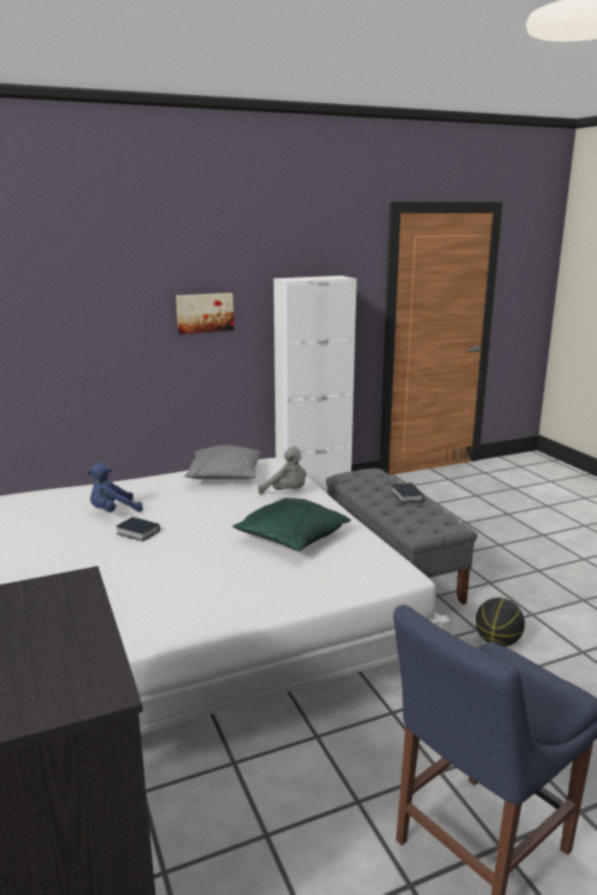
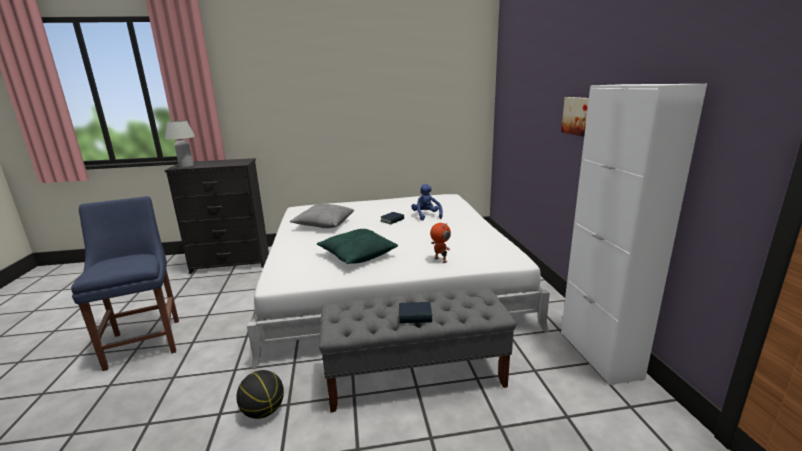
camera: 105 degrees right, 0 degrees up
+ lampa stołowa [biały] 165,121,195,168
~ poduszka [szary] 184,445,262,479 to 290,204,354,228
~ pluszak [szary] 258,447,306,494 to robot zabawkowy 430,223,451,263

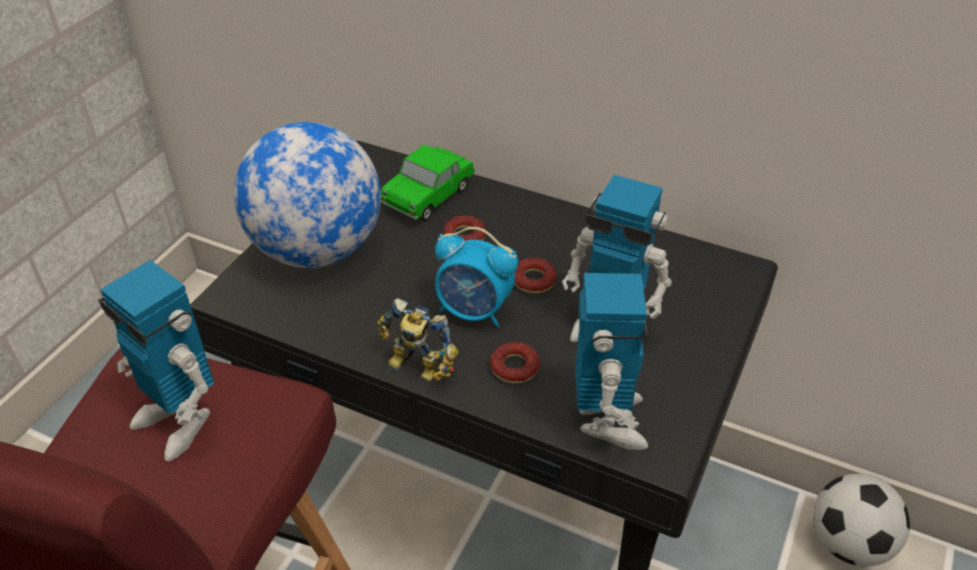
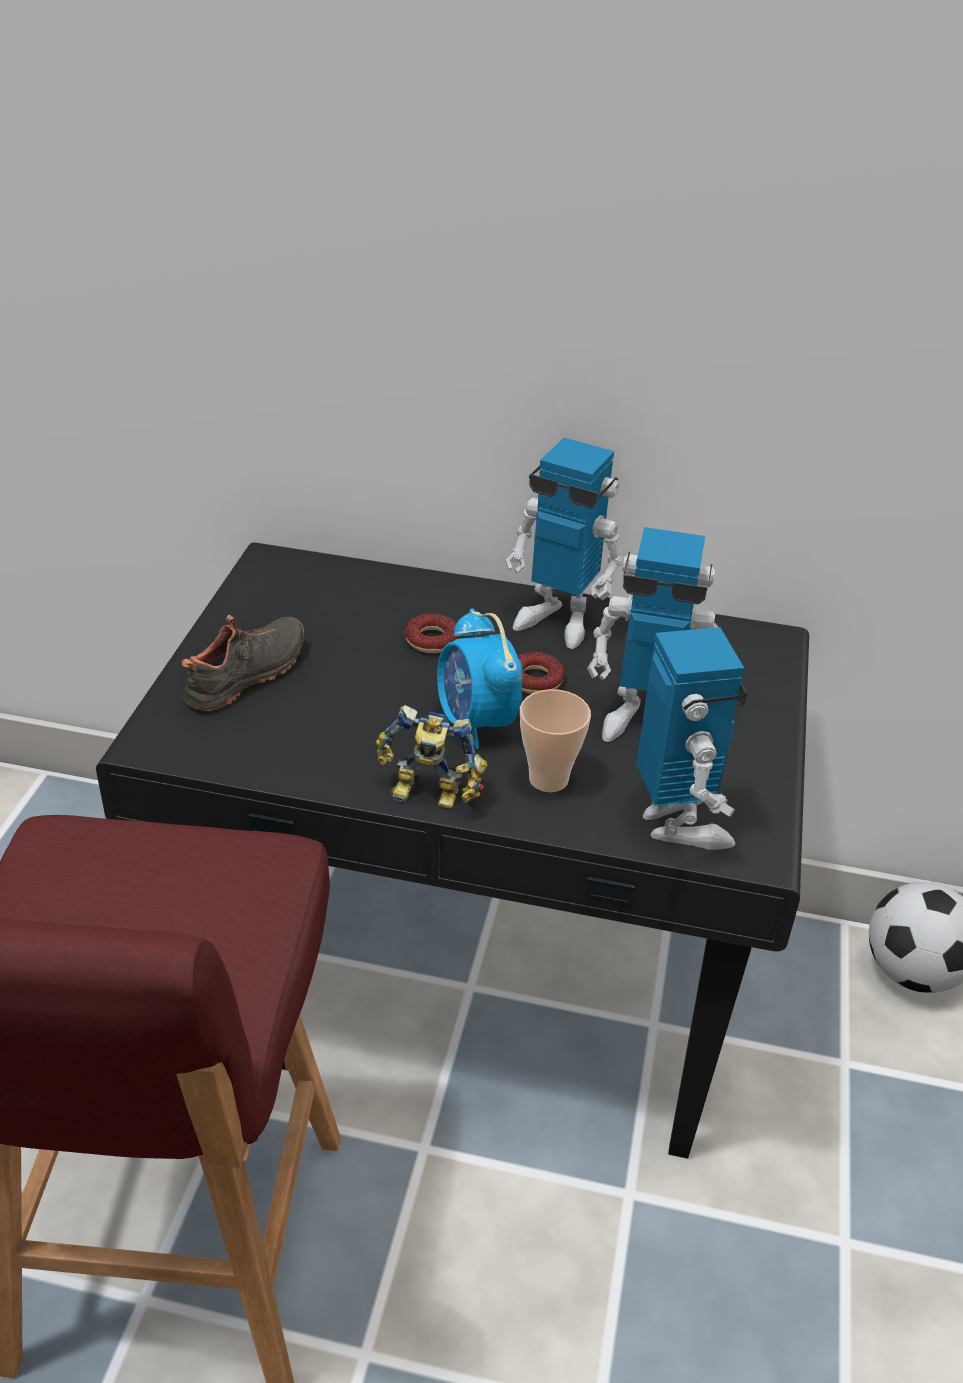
camera: 15 degrees left, 5 degrees down
- samochodzik 381,145,475,221
~ robot zabawkowy 98,260,214,461 to 505,438,624,649
~ globus 234,122,381,268 to but [czarny] 181,615,304,711
~ donut 490,342,540,384 to filiżanka 520,689,591,792
~ budzik 435,227,518,327 = 437,609,523,749 60 degrees clockwise

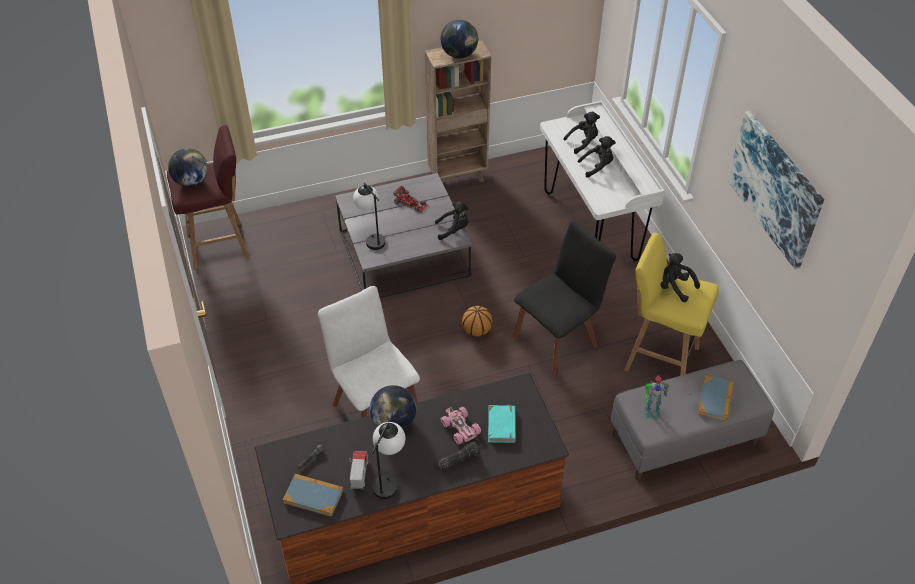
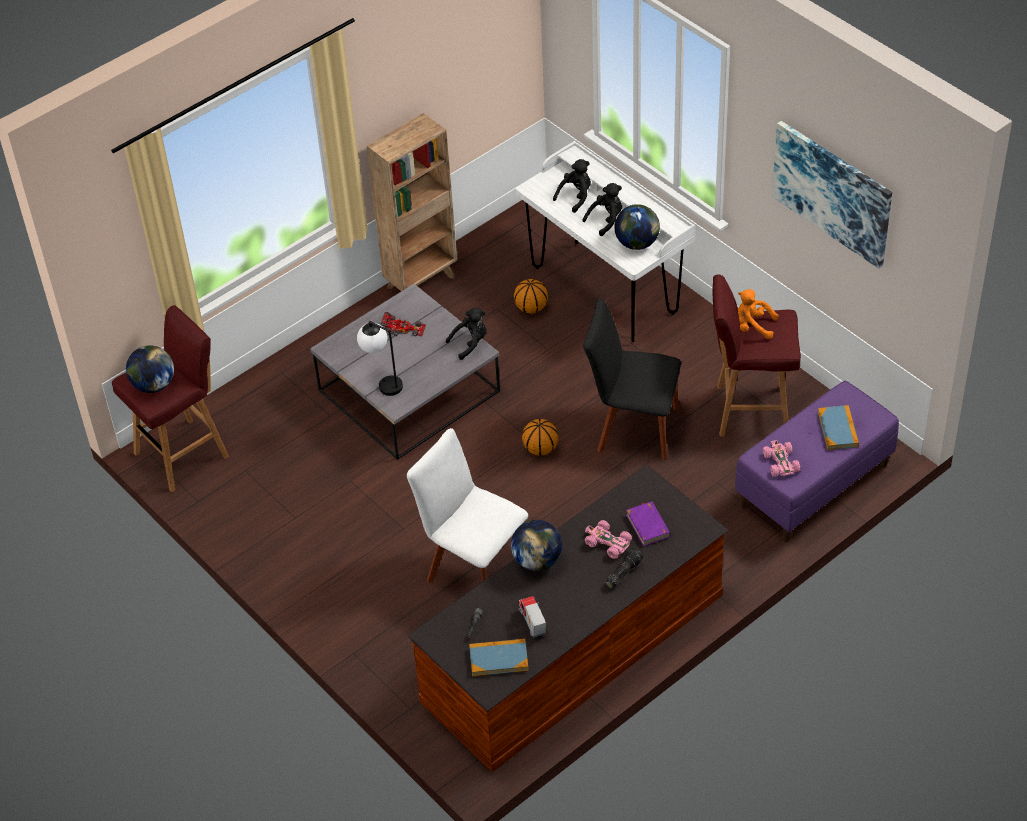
camera: 20 degrees left, 0 degrees up
- lampa stołowa 372,422,405,499
+ piłka do koszykówki 514,279,548,314
~ globus 441,20,478,58 to 614,204,660,250
~ robot zabawkowy 644,375,669,420 to samochodzik [różowy] 763,440,800,477
~ książka [turkusowy] 488,404,516,443 to książka [fioletowy] 626,501,670,546
~ ławka [szary] 611,360,774,480 to ławka [fioletowy] 735,381,899,542
~ stołek [żółty] 625,233,719,376 to stołek [czerwony] 712,274,801,436
~ pluszak [czarny] 661,253,700,302 to pluszak [pomarańczowy] 738,289,778,339
~ krzesło [czarny] 513,221,616,375 = 583,298,681,460 105 degrees counterclockwise

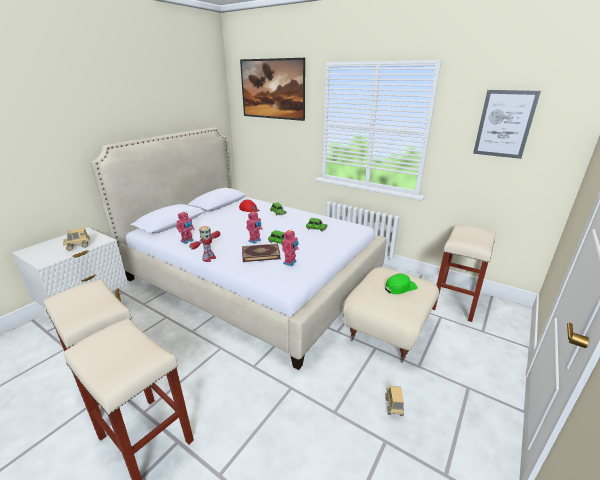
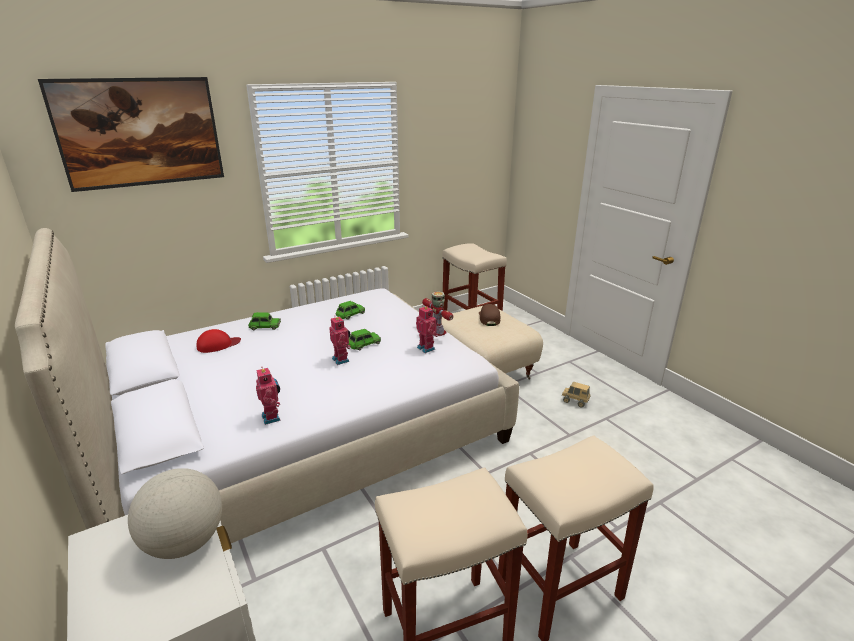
camera: 65 degrees left, 0 degrees up
- książka 242,244,281,262
- obraz 473,90,541,159
~ robot zabawkowy 189,226,220,262 to 422,291,453,336
~ ciężarówka zabawkowa 63,228,90,251 to globus 128,468,222,559
~ czapka z daszkiem [zielony] 385,274,418,294 to czapka z daszkiem [brązowy] 479,304,500,326

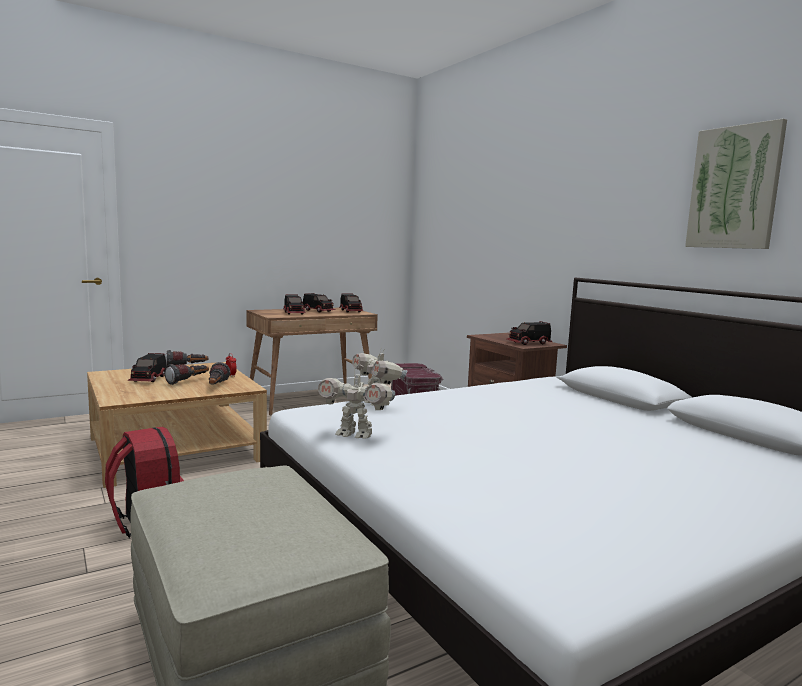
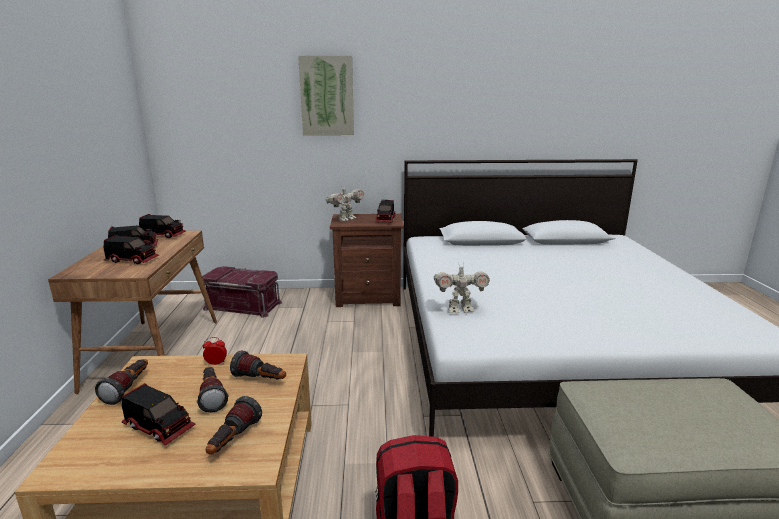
camera: 60 degrees left, 10 degrees up
+ latarka 206,396,262,455
~ robot zabawkowy 318,368,395,439 to 326,185,364,221
~ obraz 685,119,787,249 to 298,55,354,135

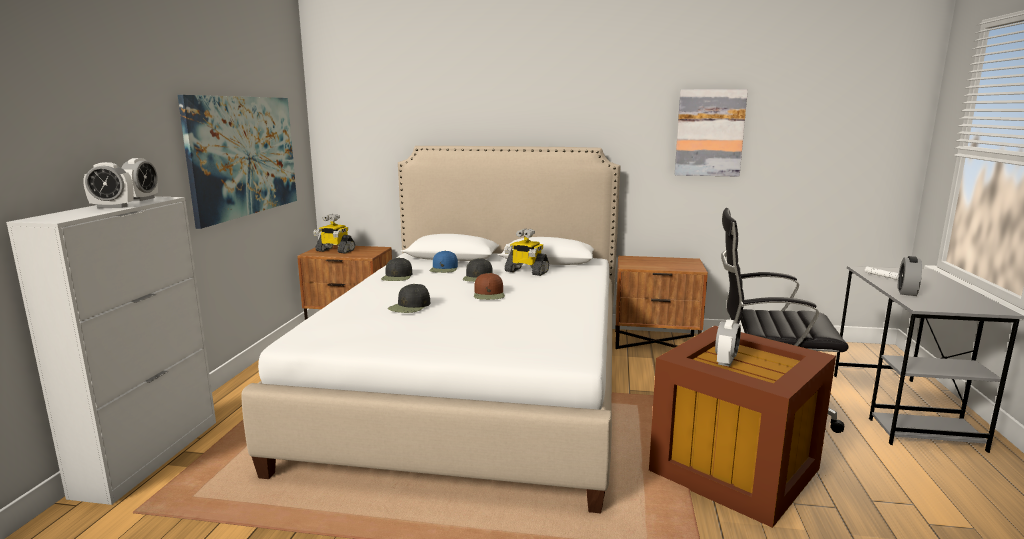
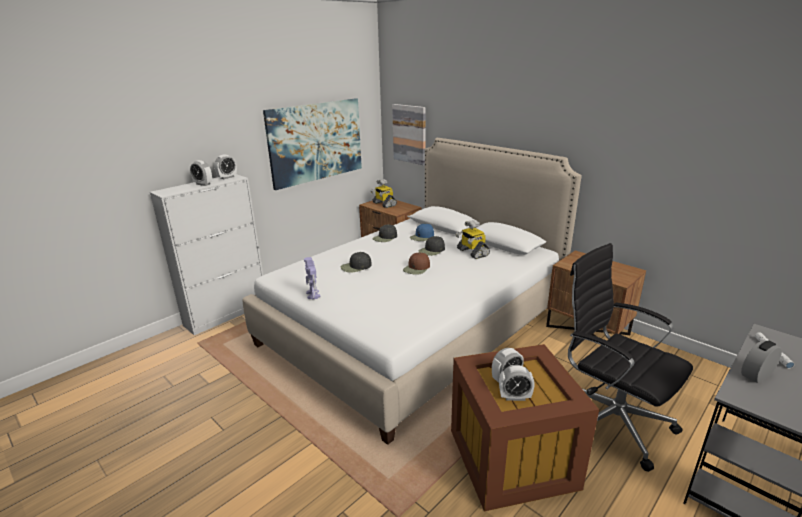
camera: 35 degrees right, 10 degrees up
+ robot zabawkowy 304,257,320,300
+ budzik 499,365,535,401
~ obraz 675,89,748,177 to 392,104,426,165

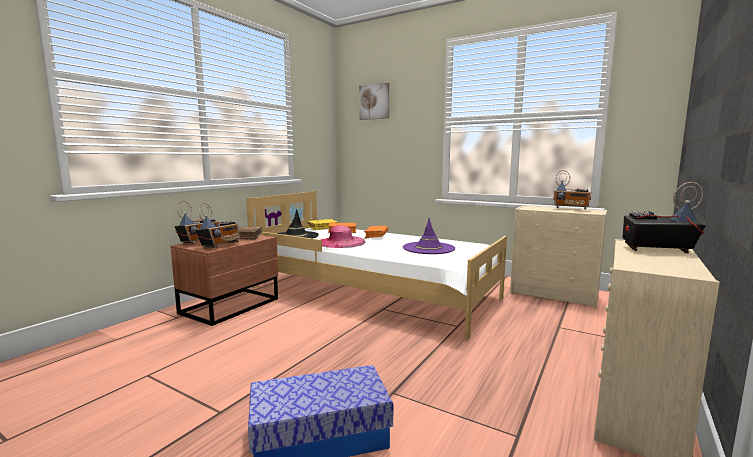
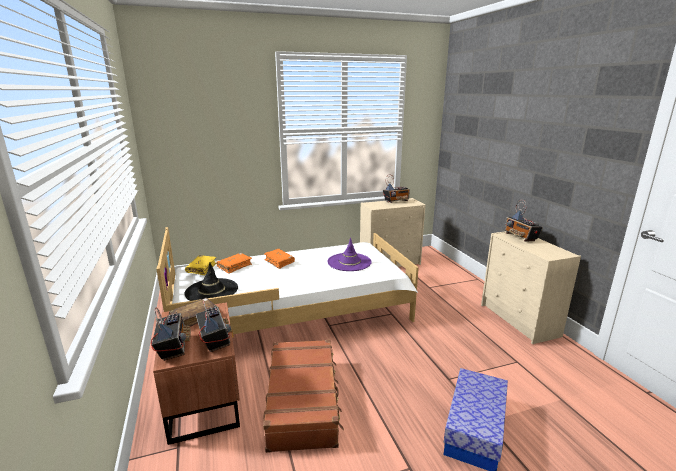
camera: 50 degrees left, 10 degrees up
- kapelusz [różowy] 320,225,365,248
- obraz 359,83,389,120
+ walizka [brązowy] 263,340,344,453
~ radio 622,182,706,253 = 505,200,543,241 75 degrees counterclockwise

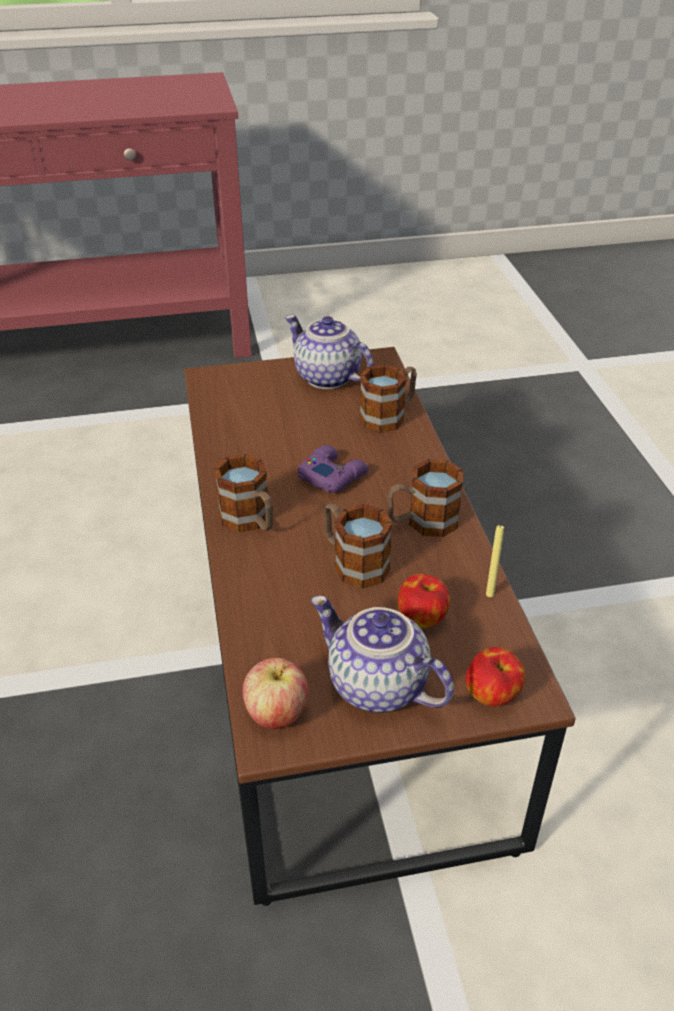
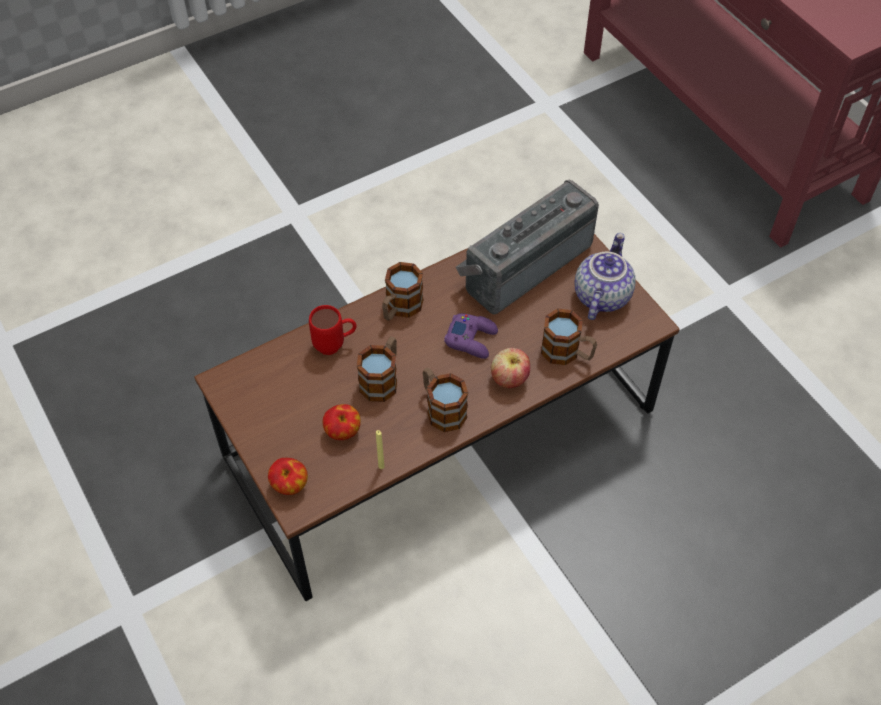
camera: 70 degrees right, 15 degrees up
- imbryk 311,596,454,713
+ kubek [czerwony] 309,305,357,355
+ radio 456,180,599,314
~ jabłko 243,657,308,729 to 491,348,530,388

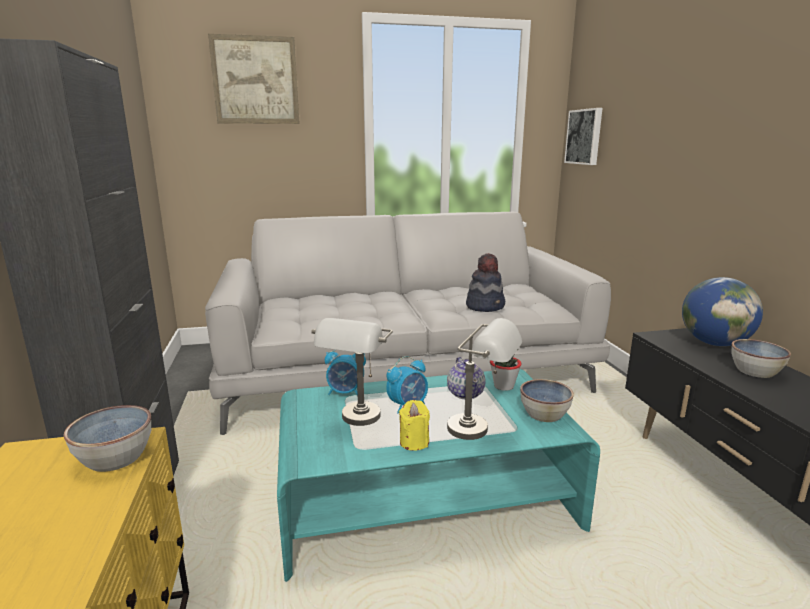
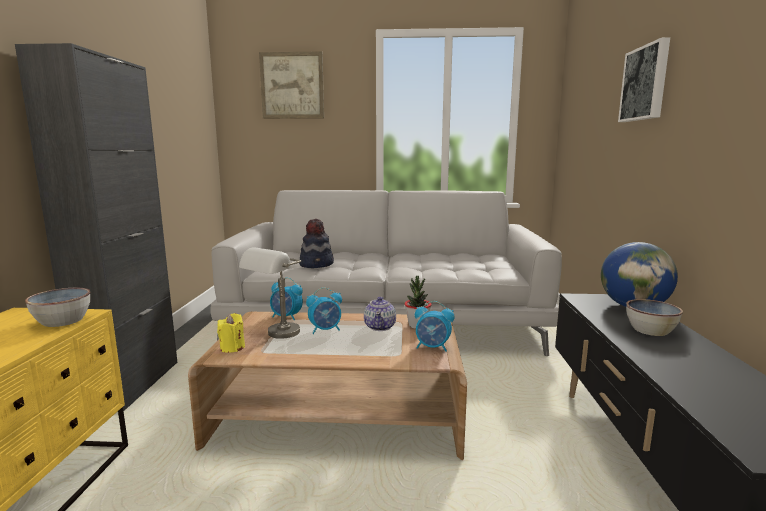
camera: 15 degrees right, 5 degrees down
- lampa stołowa [szary] 447,318,522,440
~ świeca [żółty] 399,400,430,451 to 217,313,245,353
~ kapelusz 466,253,505,312 to 299,219,334,268
~ obraz 564,108,603,165 to 618,38,670,122
~ miska 520,379,574,422 to budzik 415,301,455,352
~ ława [turkusowy] 277,369,600,582 to ława [brązowy] 188,312,467,460

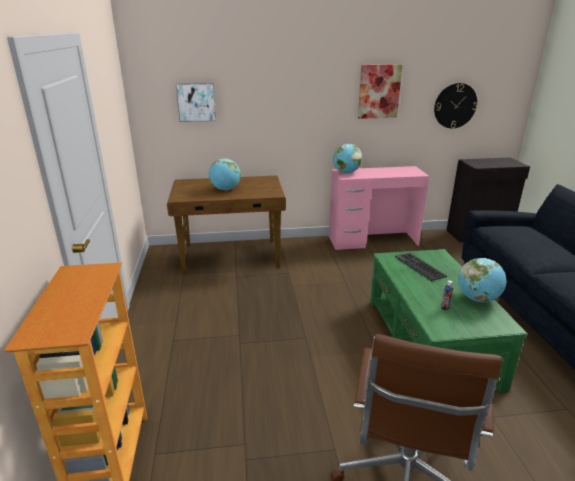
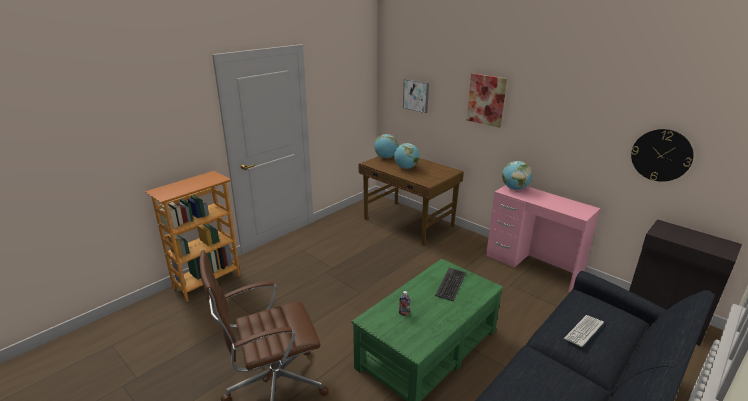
camera: 50 degrees right, 0 degrees up
+ klawiatura 564,315,604,347
~ obraz 358,64,402,119 to 467,73,507,128
~ globus 458,258,506,302 to 374,134,399,158

